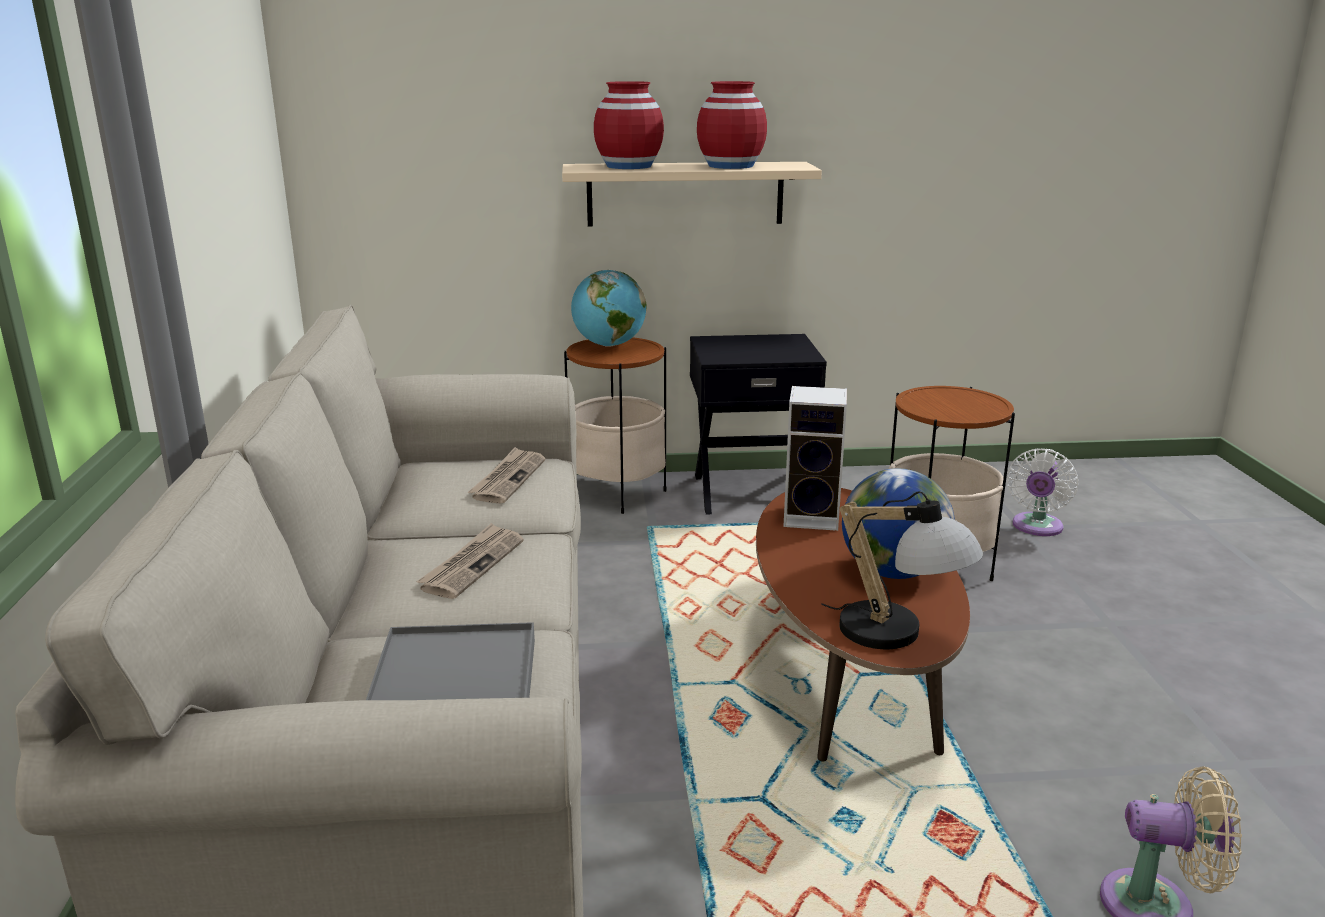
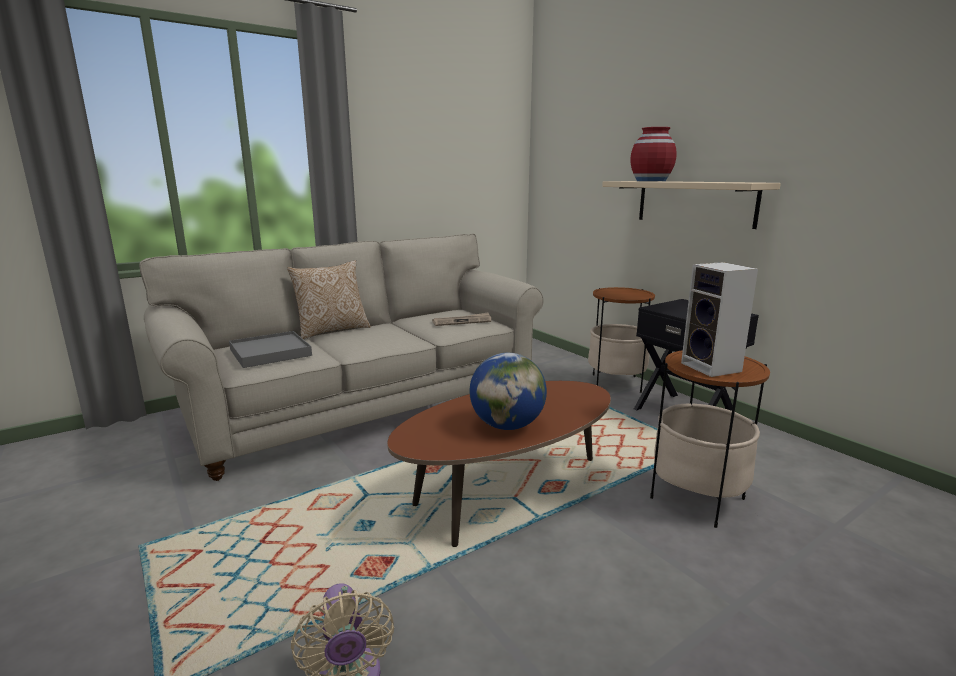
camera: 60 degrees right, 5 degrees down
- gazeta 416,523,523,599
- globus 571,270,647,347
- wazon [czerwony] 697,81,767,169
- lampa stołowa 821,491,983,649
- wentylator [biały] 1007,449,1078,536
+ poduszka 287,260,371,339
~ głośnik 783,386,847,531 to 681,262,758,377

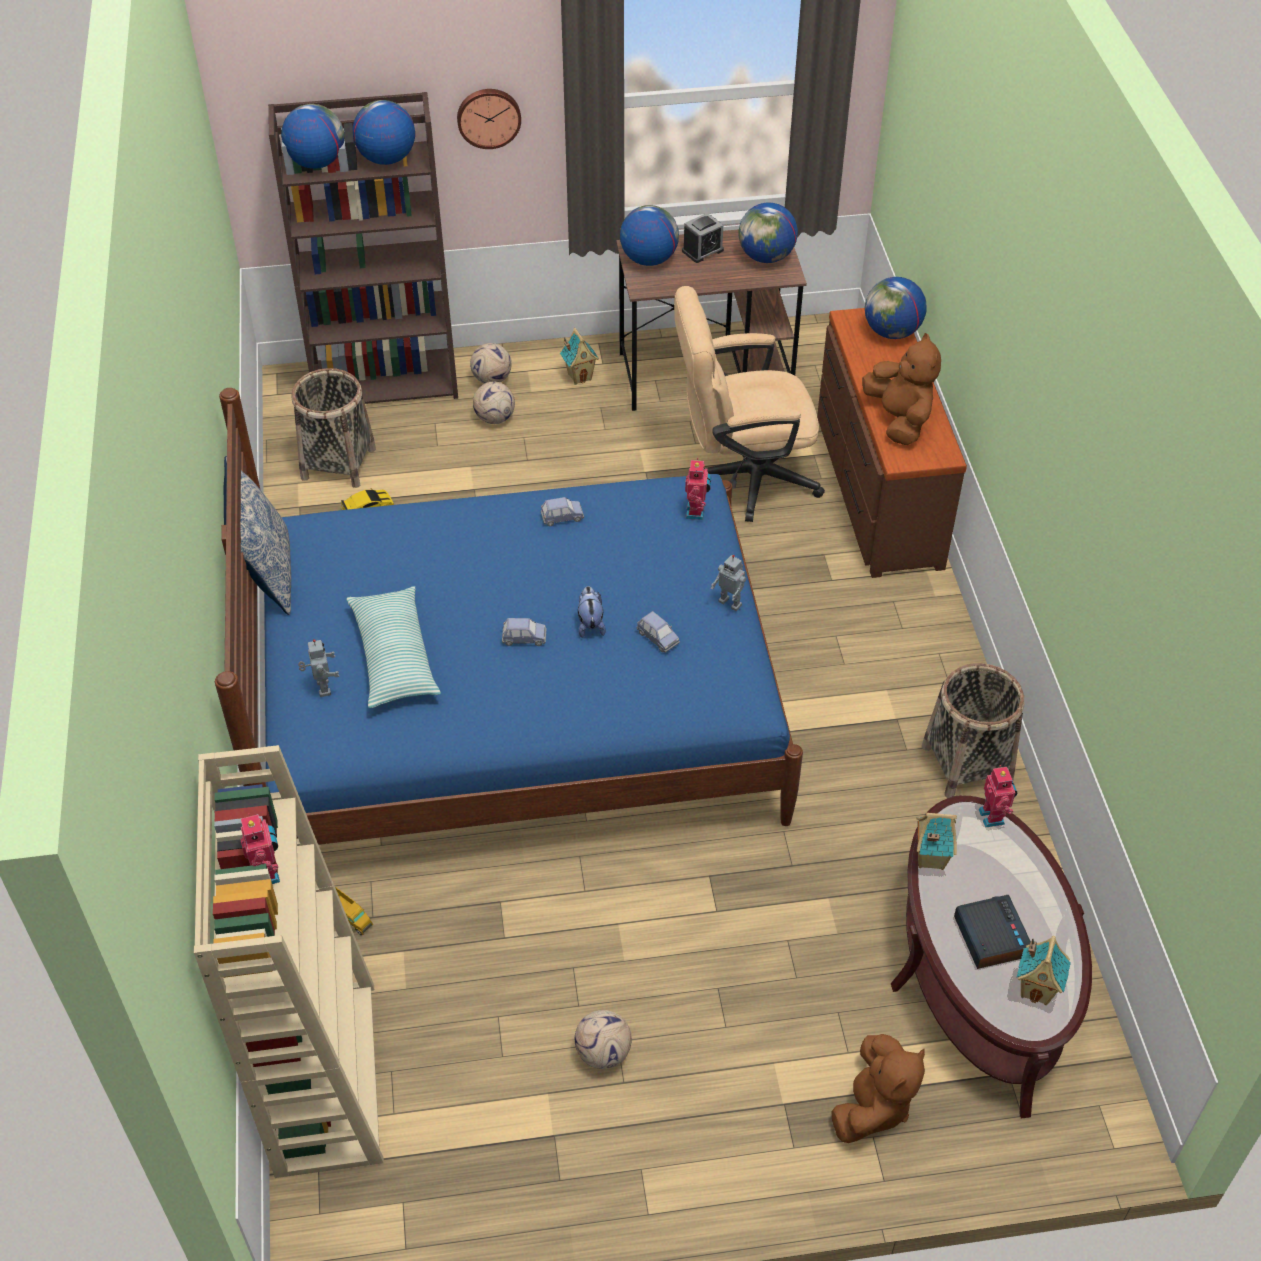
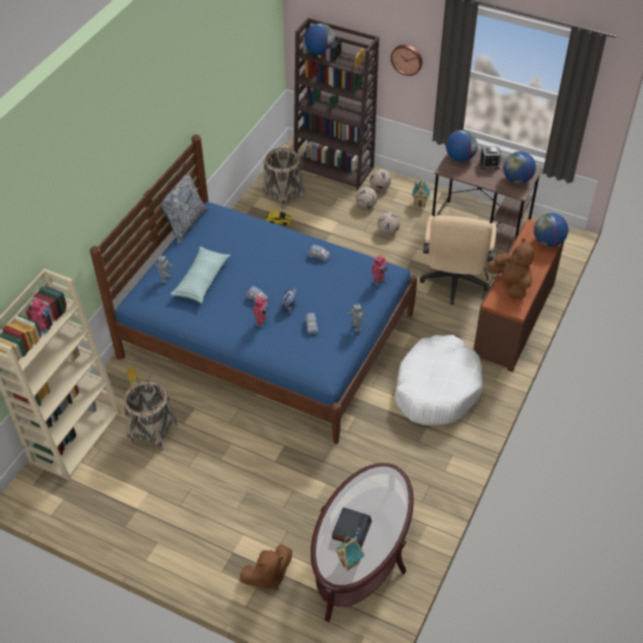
camera: 35 degrees right, 0 degrees up
- globus 352,100,415,165
- domek 916,813,957,870
+ legowisko [biały] 395,335,483,425
~ piłka futbolowa 575,1010,632,1069 to 378,212,400,235
~ koszyk 922,663,1024,798 to 124,381,177,452
~ robot zabawkowy 978,765,1018,828 to 253,295,269,328
~ krzesło biurowe [beżowy] 674,286,825,522 = 420,215,496,305 105 degrees counterclockwise
~ pluszak [brązowy] 862,333,941,445 = 489,238,534,299 45 degrees counterclockwise

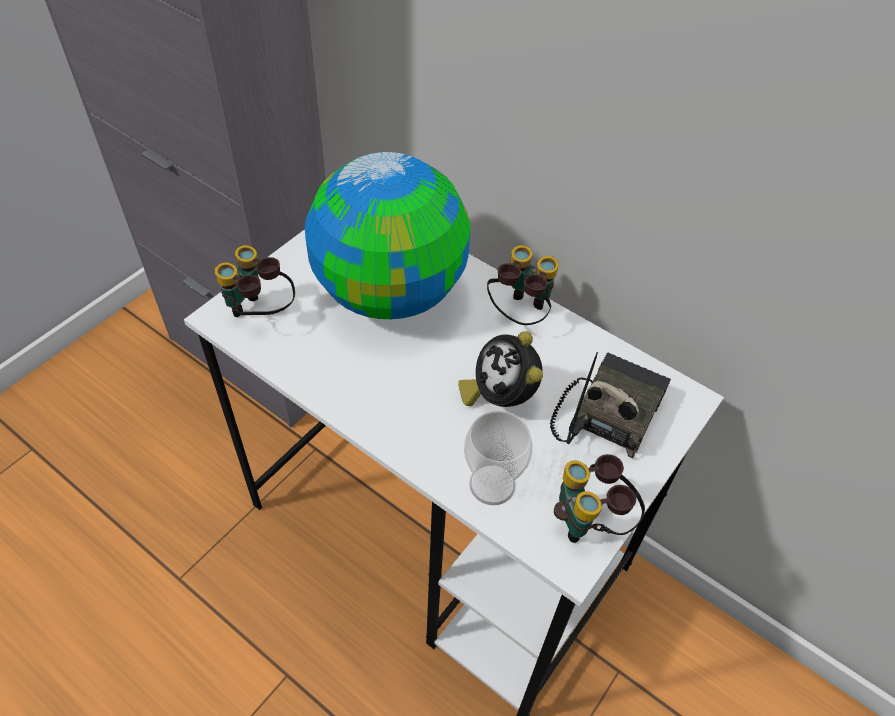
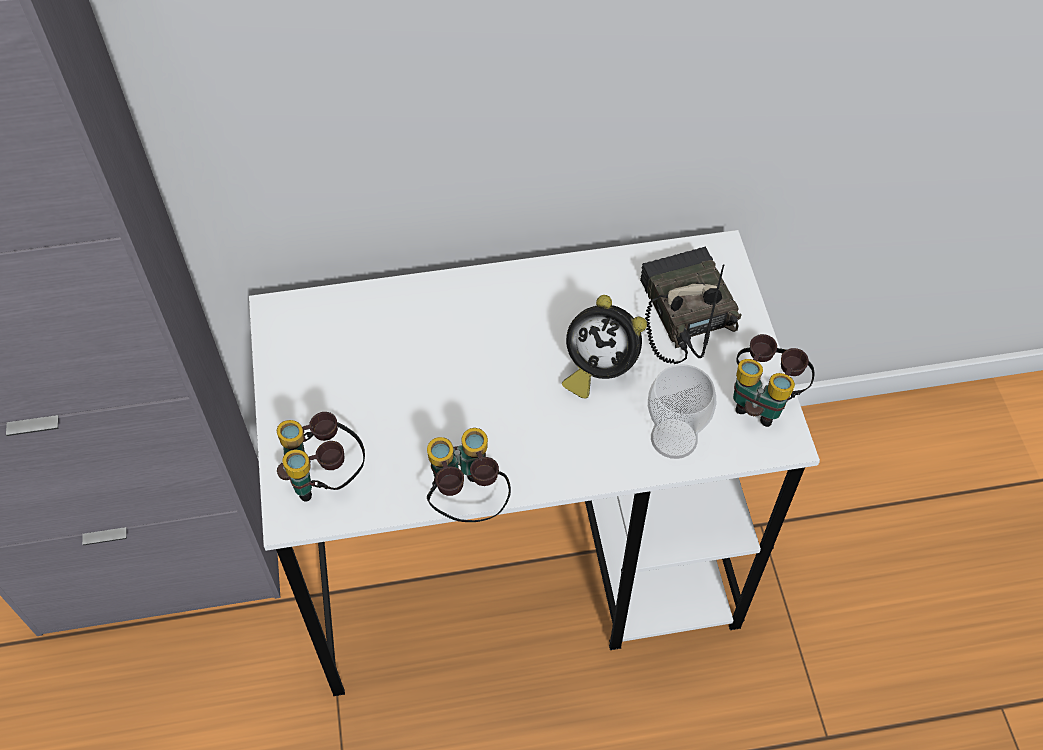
camera: 45 degrees left, 5 degrees up
- globus 305,152,470,319
~ lornetka 487,245,559,325 to 427,428,511,522

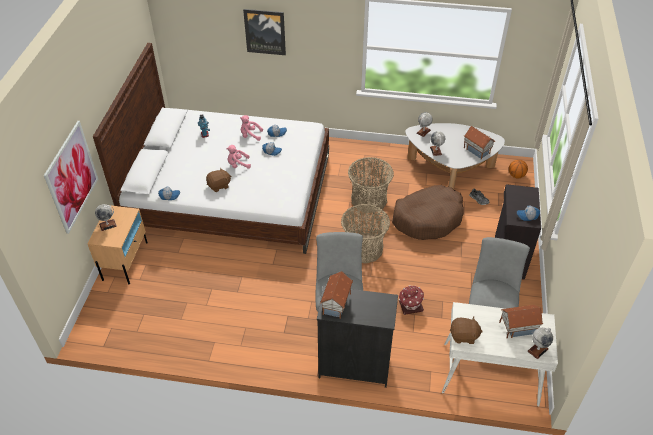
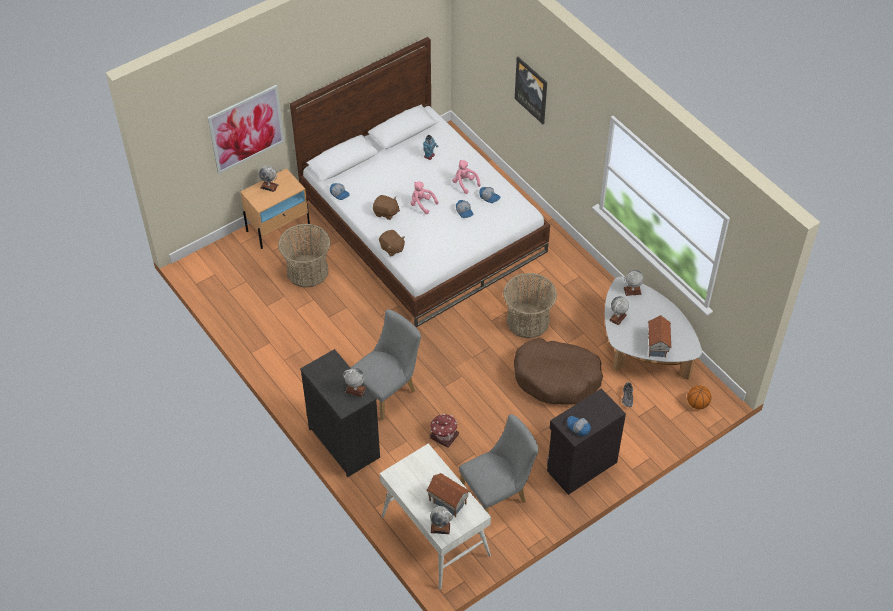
camera: 45 degrees right, 5 degrees up
- domek 320,271,353,319
+ globus 343,368,366,397
~ koszyk 341,204,390,264 to 278,224,331,288
~ pluszak [brązowy] 450,317,483,344 to 379,230,405,256

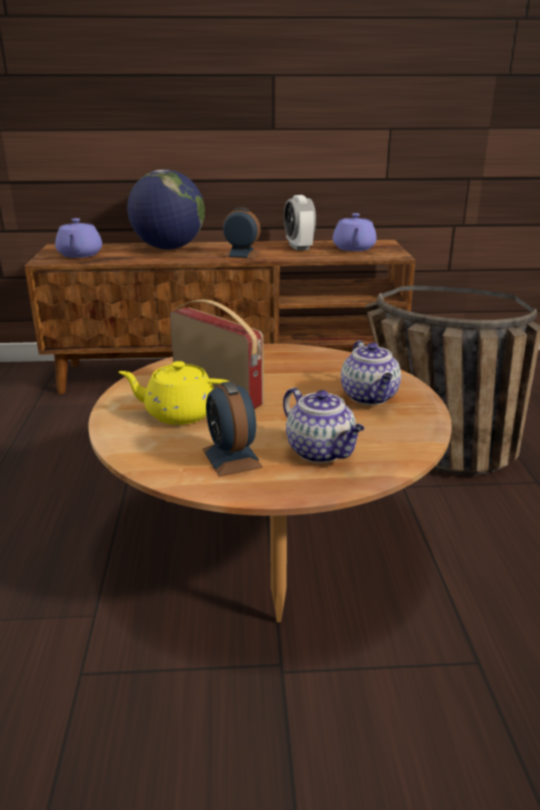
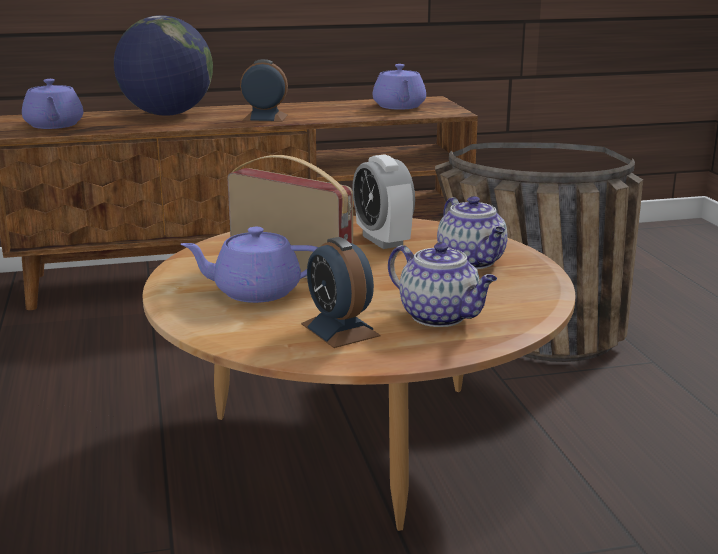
camera: 10 degrees left, 5 degrees down
~ budzik 284,195,316,251 to 352,154,415,249
~ imbryk [żółty] 118,361,228,425 to imbryk [fioletowy] 180,227,318,303

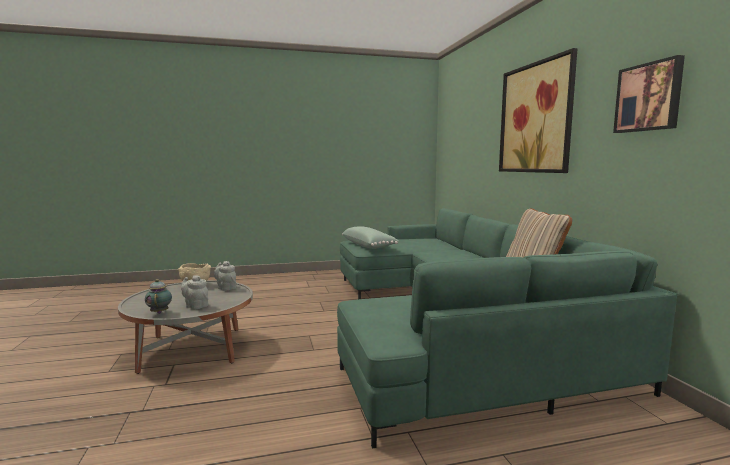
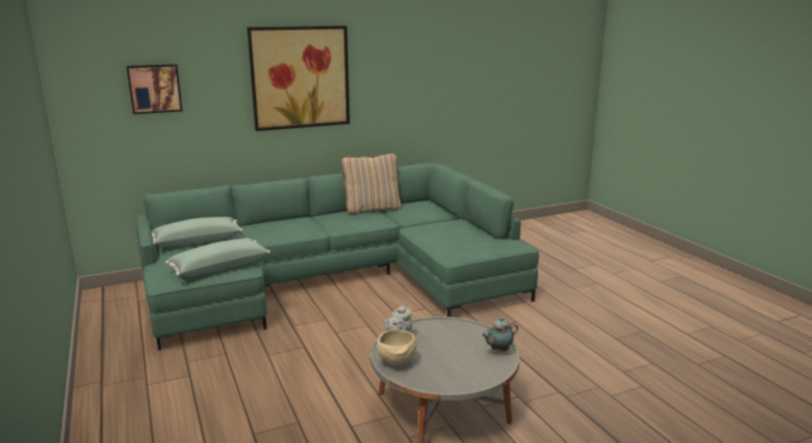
camera: 100 degrees left, 10 degrees up
- imbryk [szary] 181,275,208,310
+ poduszka [zielony] 152,217,243,247
~ obraz 613,55,685,133 to 126,64,182,114

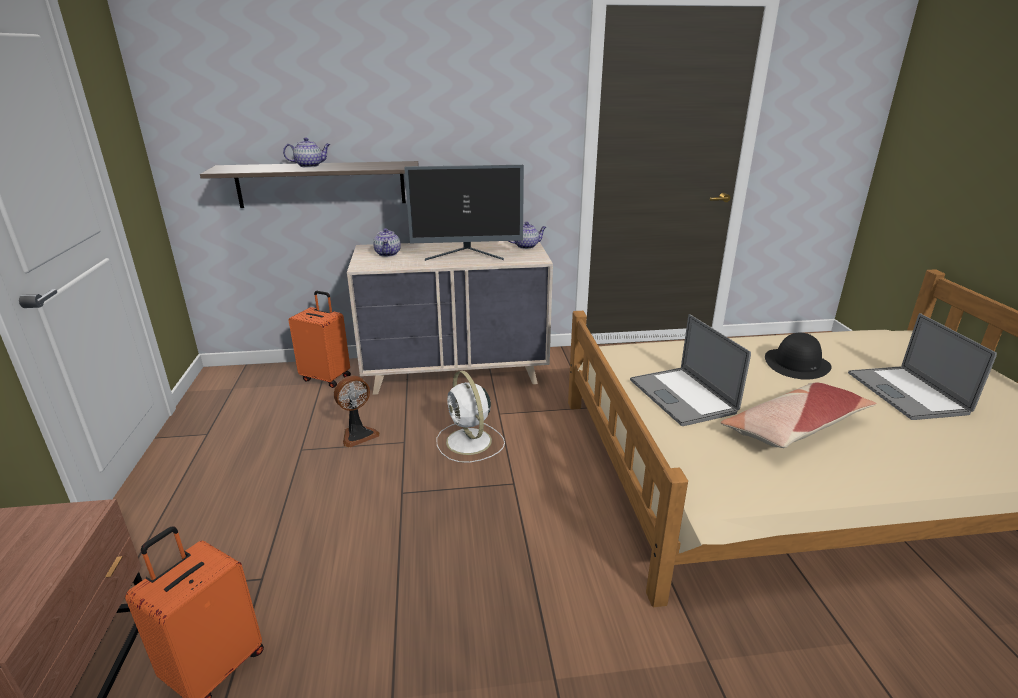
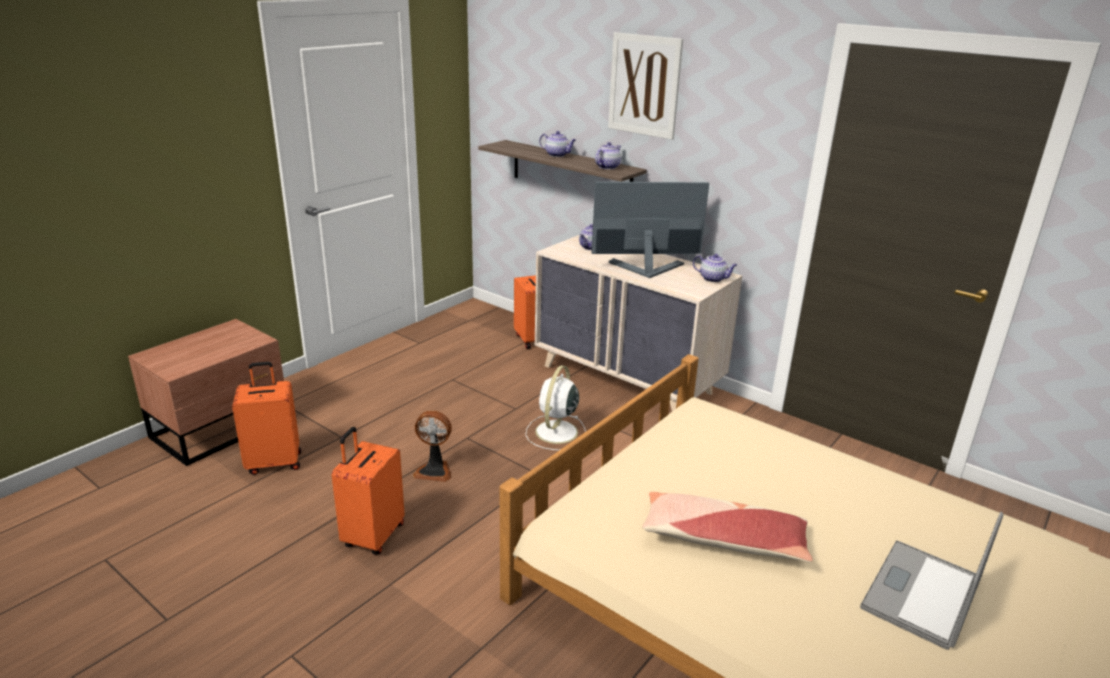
camera: 45 degrees right, 0 degrees up
- laptop 630,314,751,426
- kapelusz [czarny] 765,333,832,380
+ walizka [pomarańczowy] 332,427,405,555
+ imbryk 595,142,621,170
+ obraz 608,32,683,140
~ wentylator 334,375,380,448 to 413,410,452,482
~ monitor 404,165,524,261 = 591,182,709,278 135 degrees clockwise

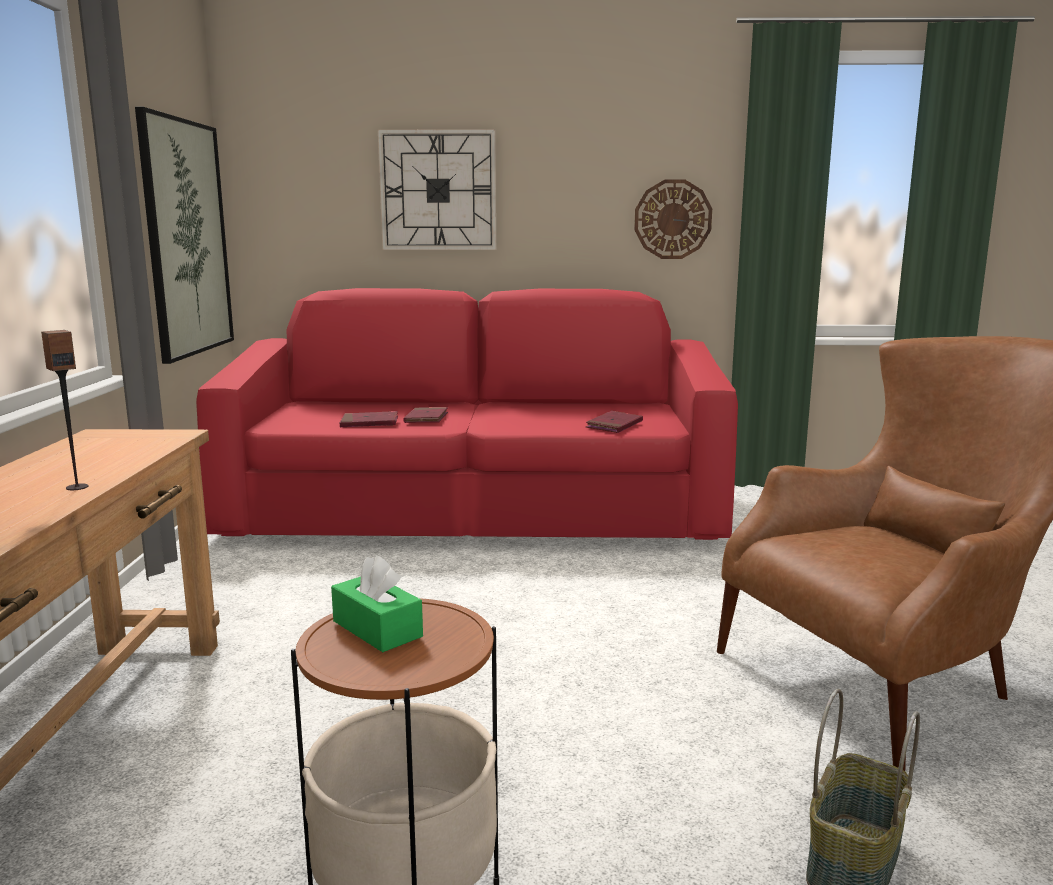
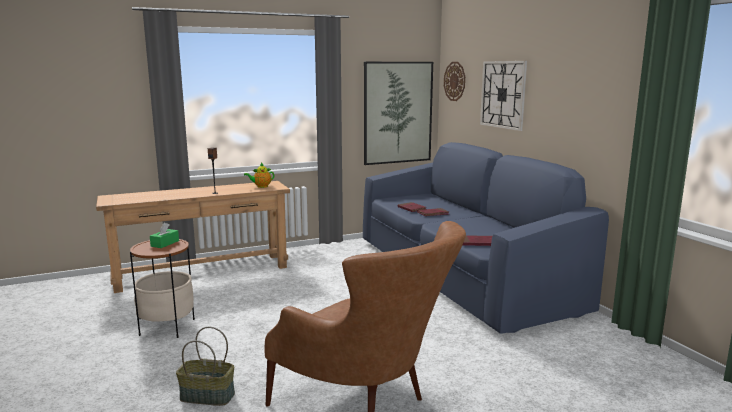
camera: 65 degrees right, 0 degrees up
+ imbryk 244,163,274,188
~ zegar ścienny 634,180,712,259 to 444,62,465,101
~ kanapa [czerwony] 196,288,738,540 to kanapa [niebieski] 363,142,609,334

